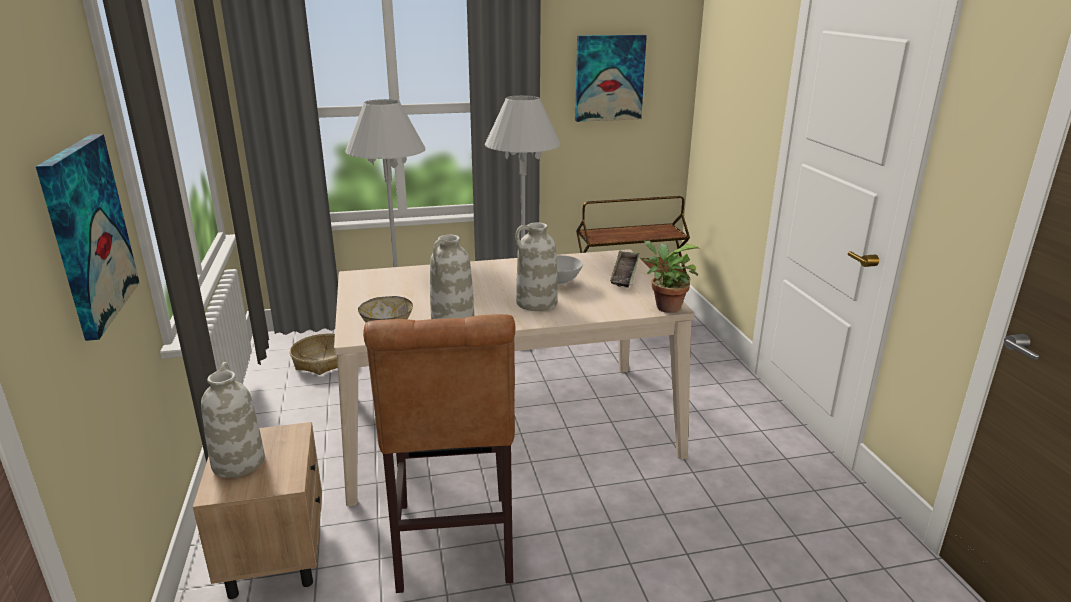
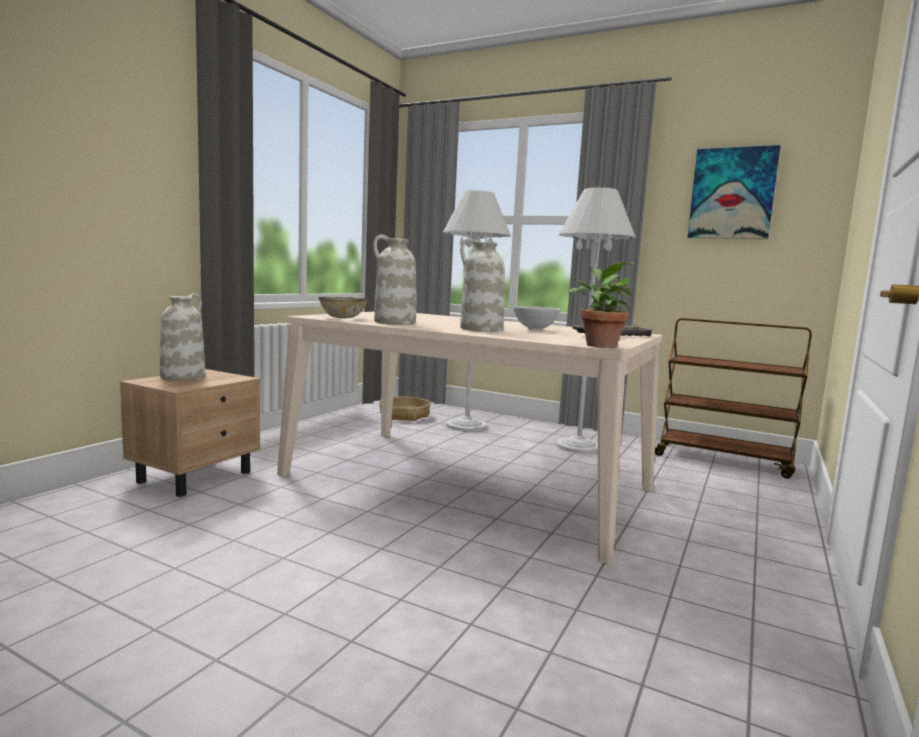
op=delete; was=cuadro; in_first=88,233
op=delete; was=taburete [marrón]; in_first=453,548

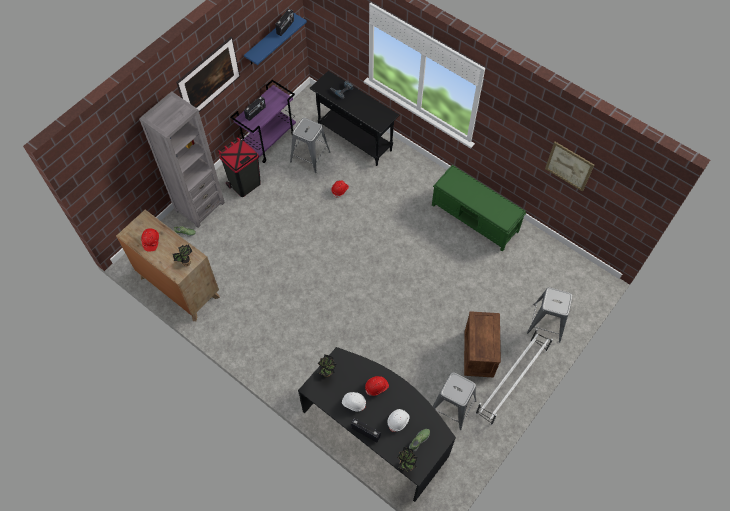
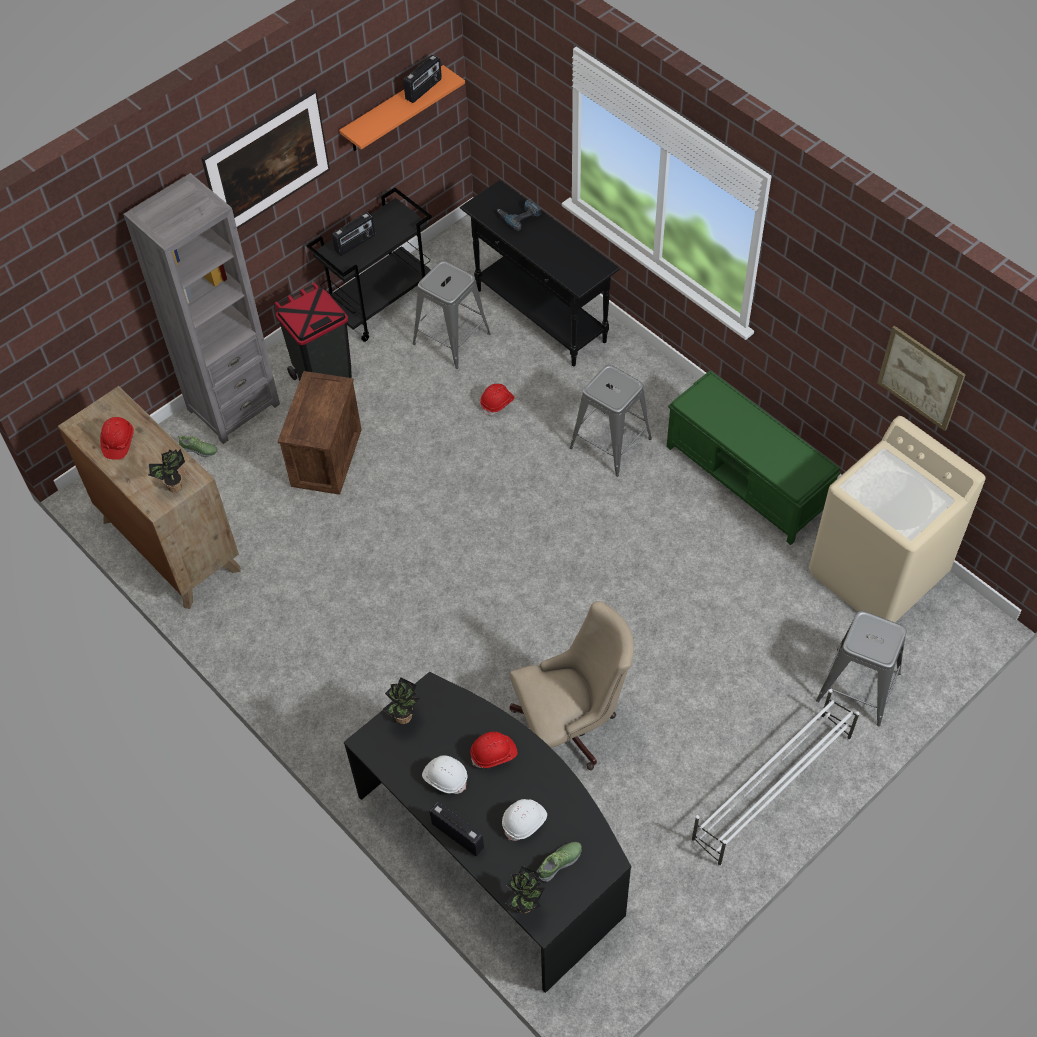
op=recolor; was=carrito [morado]; now=carrito [negro]; in_first=269,140; in_second=380,303
op=recolor; was=estante [azul]; now=estante [naranja]; in_first=270,40; in_second=393,110
op=move; was=taburete [gris]; in_first=453,406; in_second=611,443
op=move; was=caja de embalaje; in_first=478,353; in_second=325,457
op=insert; now=silla de oficina [beis]; in_second=570,727
op=insert; now=lavadora [beis]; in_second=878,574

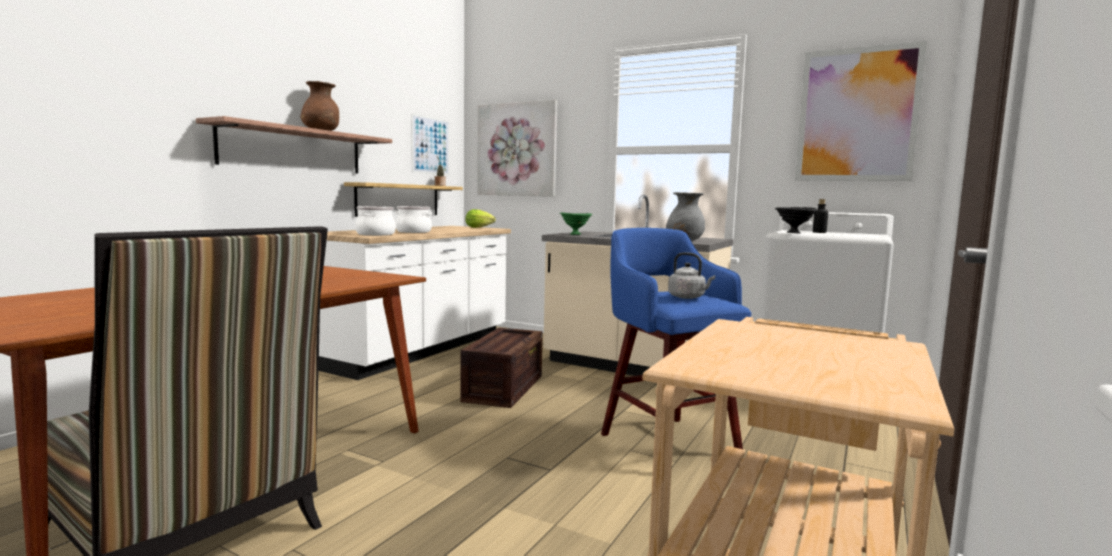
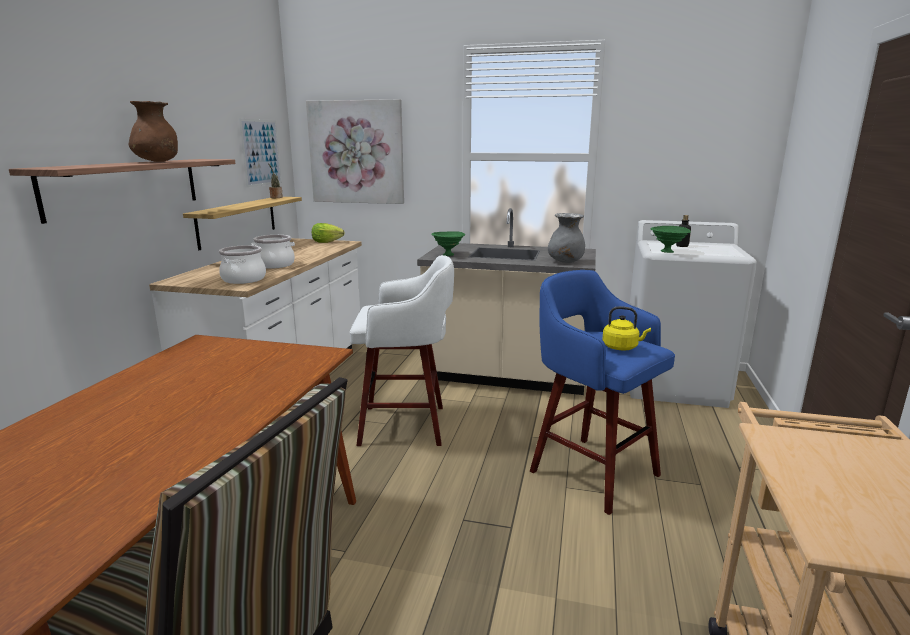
op=replace; was=caja de embalaje; now=taburete [blanco]; in_first=504,389; in_second=406,425
op=recolor; was=hervidor [gris]; now=hervidor [amarillo]; in_first=688,297; in_second=622,347
op=recolor; was=cuenco [negro]; now=cuenco [verde]; in_first=794,233; in_second=668,252
op=delete; was=cuadro; in_first=857,115

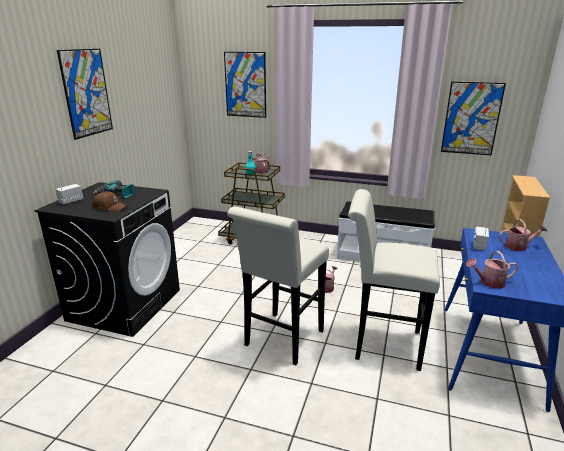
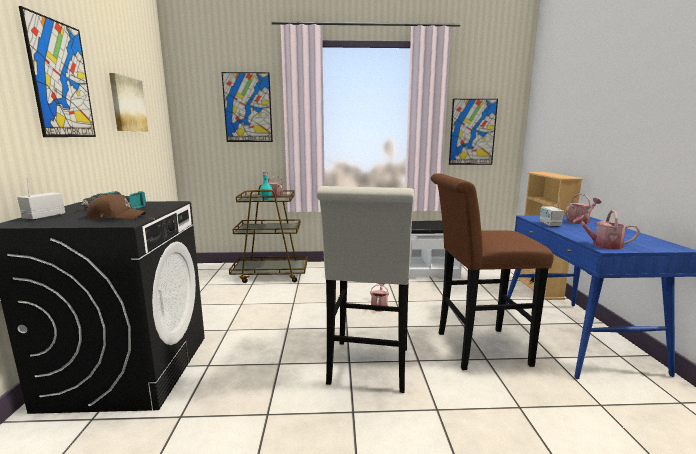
op=recolor; was=taburete [blanco]; now=taburete [marrón]; in_first=381,344; in_second=475,348
op=rotate; was=regadera; in_first=489,282; in_second=602,245; clockwise=45
op=insert; now=cuadro; in_second=127,104

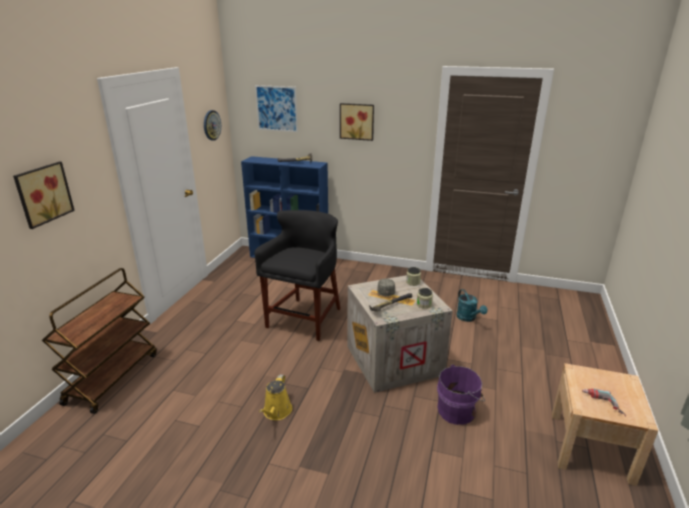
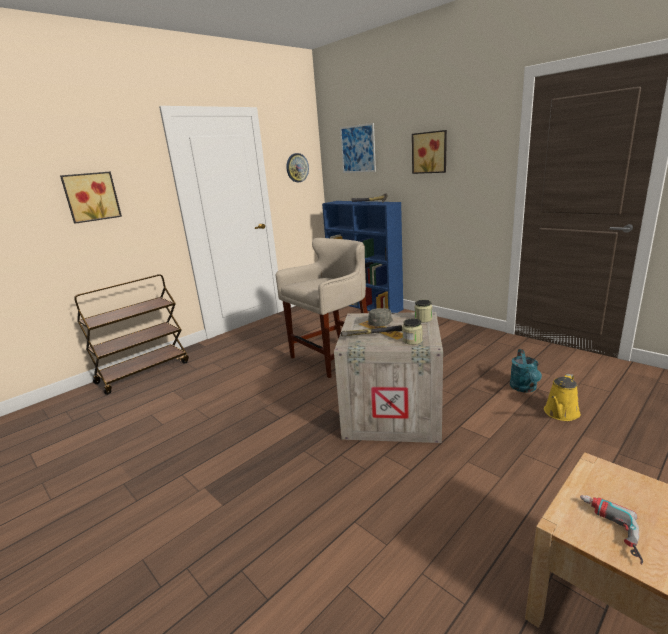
op=recolor; was=taburete [negro]; now=taburete [beis]; in_first=305,319; in_second=333,357
op=move; was=regadera [amarillo]; in_first=276,412; in_second=560,413
op=delete; was=cubo [morado]; in_first=458,410

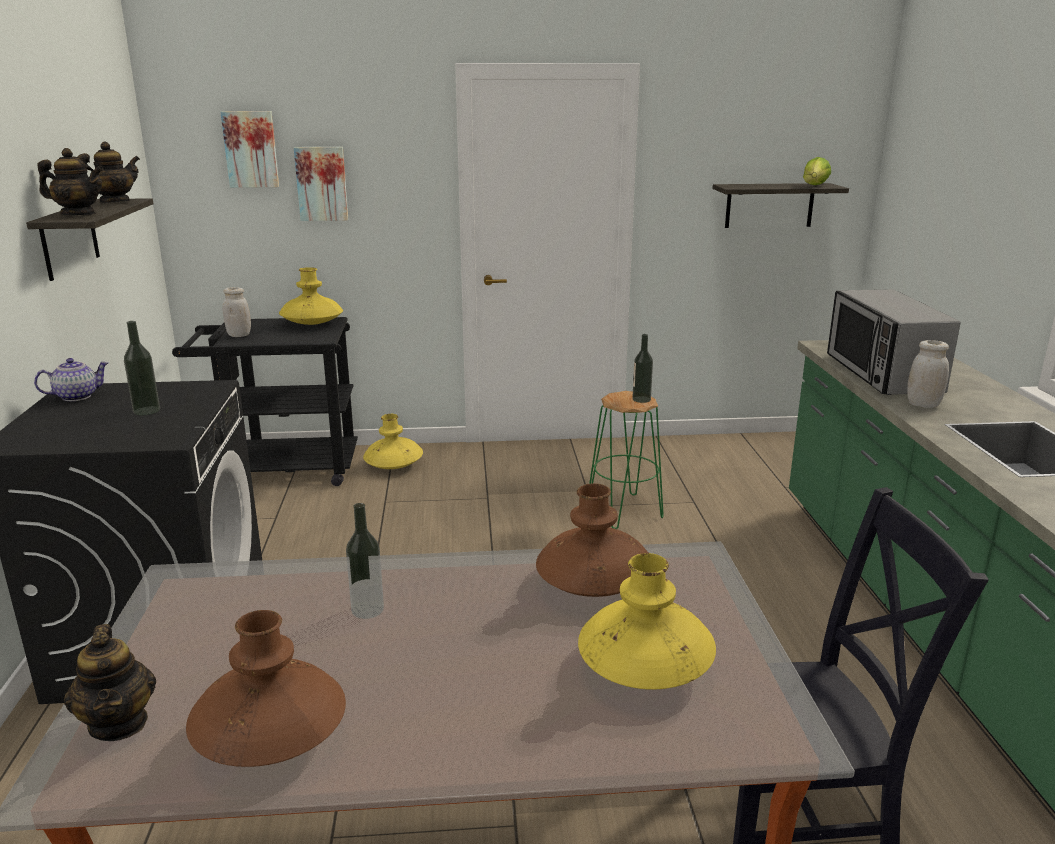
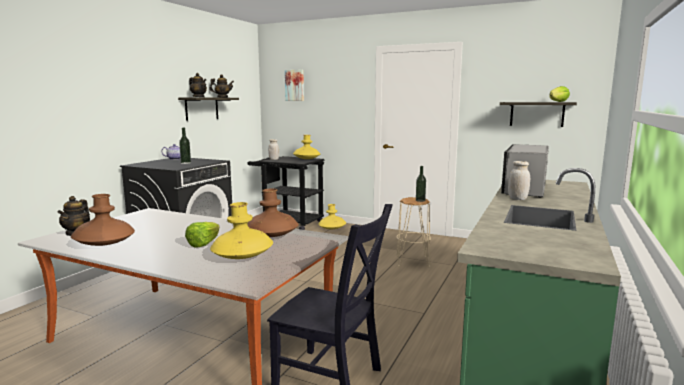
op=delete; was=cuadro; in_first=322,183
op=delete; was=botella; in_first=367,609
op=recolor; was=taburete [verde]; now=taburete [beis]; in_first=624,511; in_second=412,261
op=insert; now=lechuga; in_second=204,244

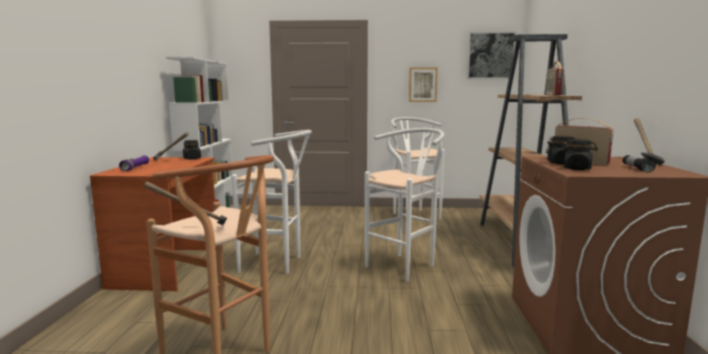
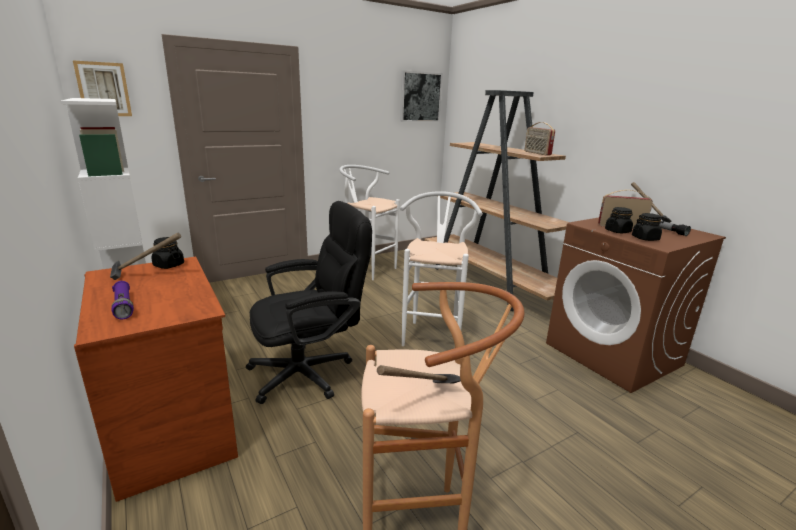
op=replace; was=taburete [blanco]; now=silla de oficina [negro]; in_first=277,264; in_second=311,371
op=move; was=cuadro; in_first=422,84; in_second=103,89

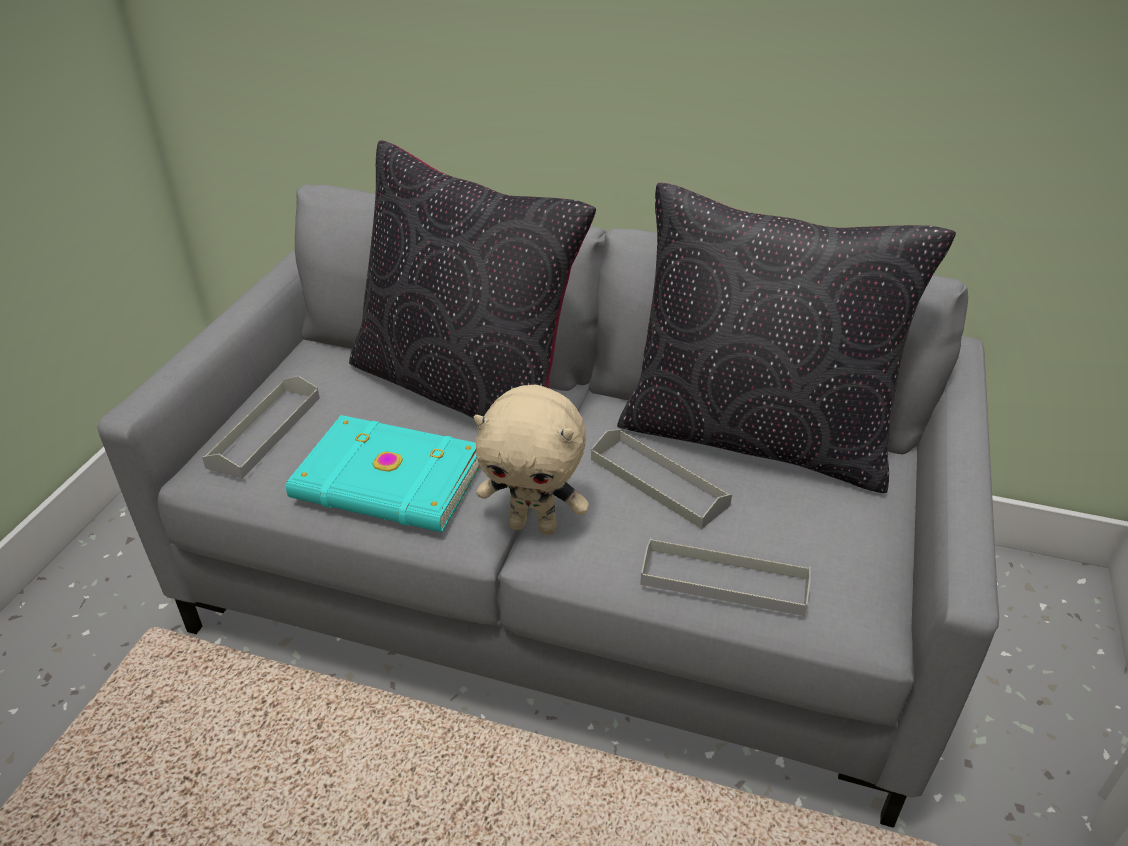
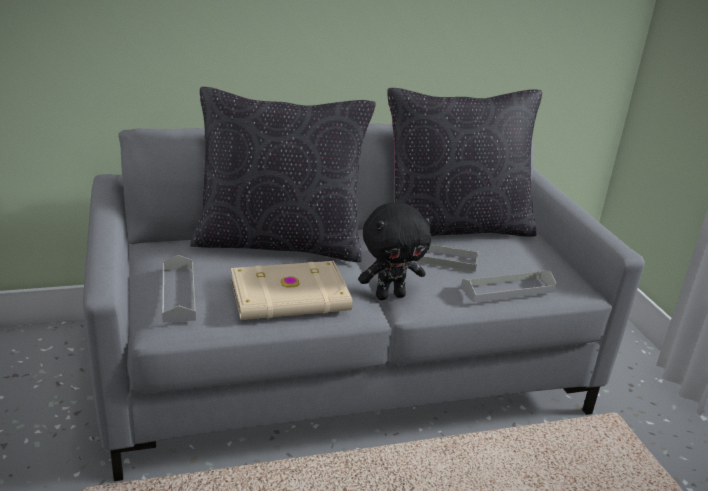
op=recolor; was=libro [turquesa]; now=libro [beis]; in_first=388,482; in_second=291,297
op=recolor; was=peluche [beis]; now=peluche [negro]; in_first=534,525; in_second=390,295

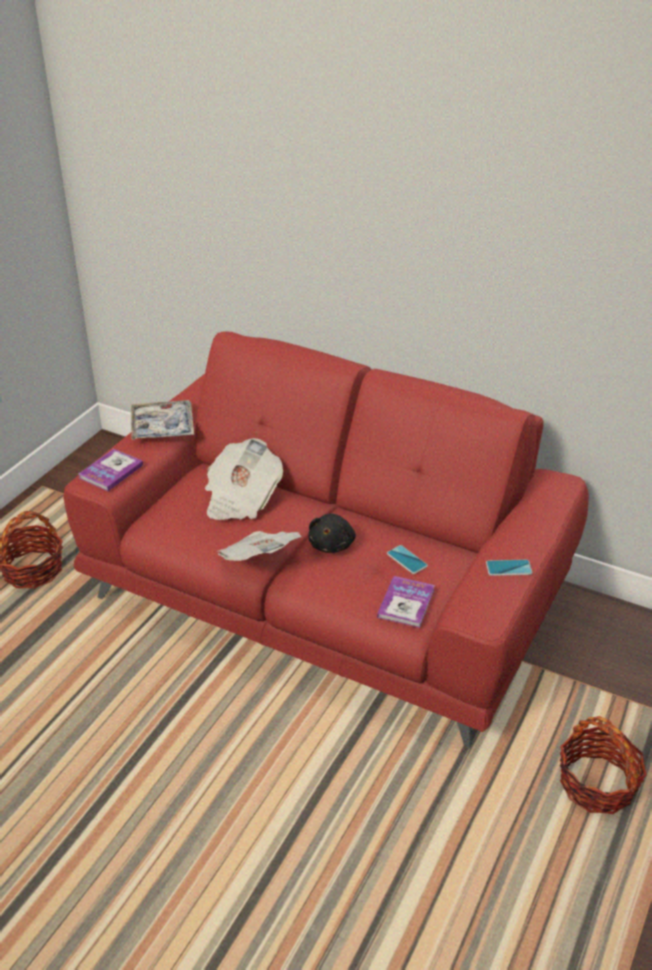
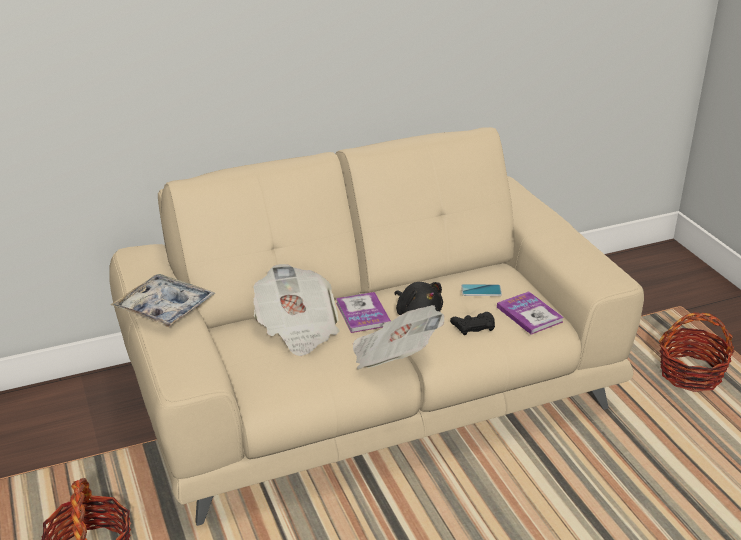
op=recolor; was=sofá [rojo]; now=sofá [beis]; in_first=327,595; in_second=371,389
op=move; was=libro; in_first=111,471; in_second=363,314
op=delete; was=móvil; in_first=508,568
op=insert; now=mando de consola [negro]; in_second=473,326

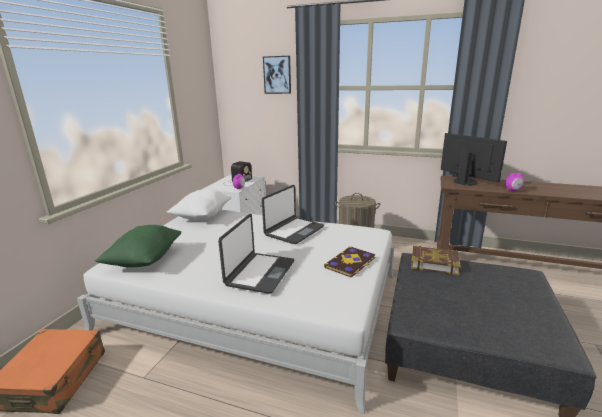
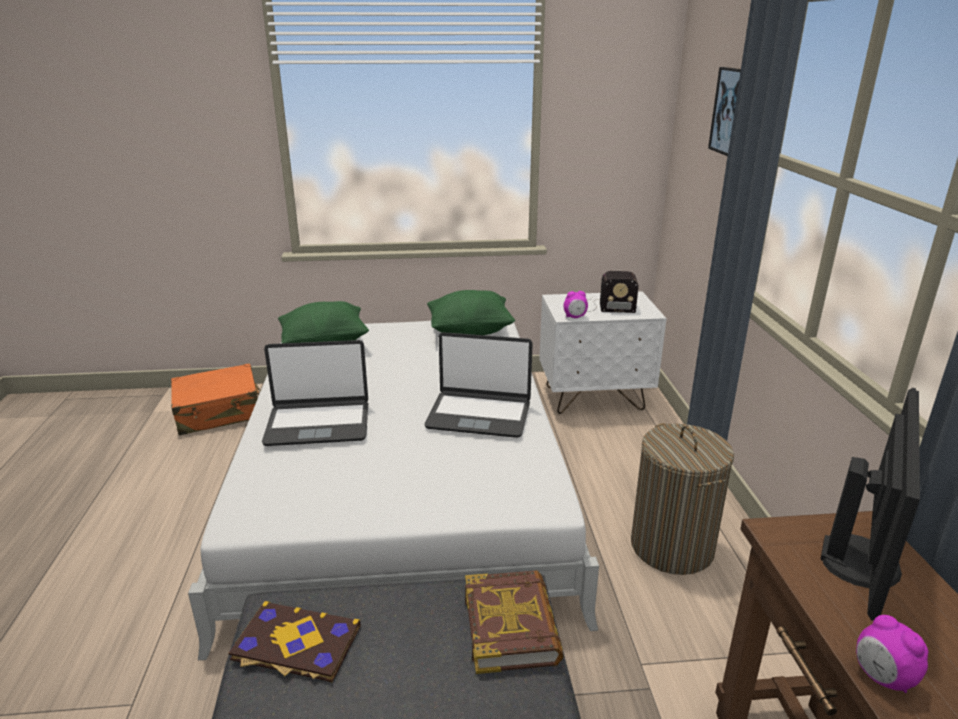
op=recolor; was=cojín [blanco]; now=cojín [verde]; in_first=202,216; in_second=470,331
op=move; was=libro; in_first=351,263; in_second=296,644

